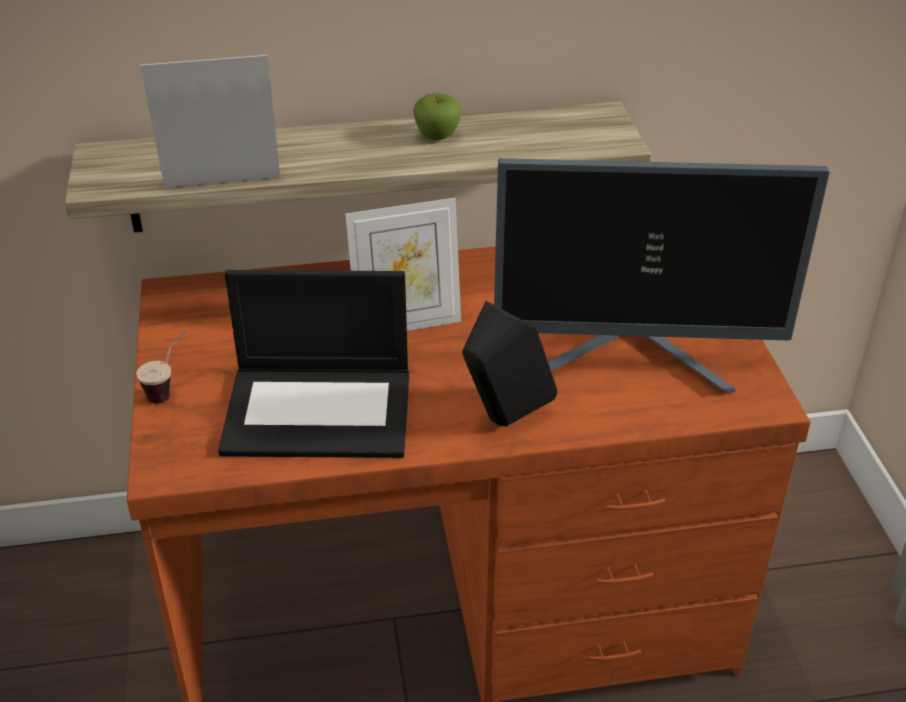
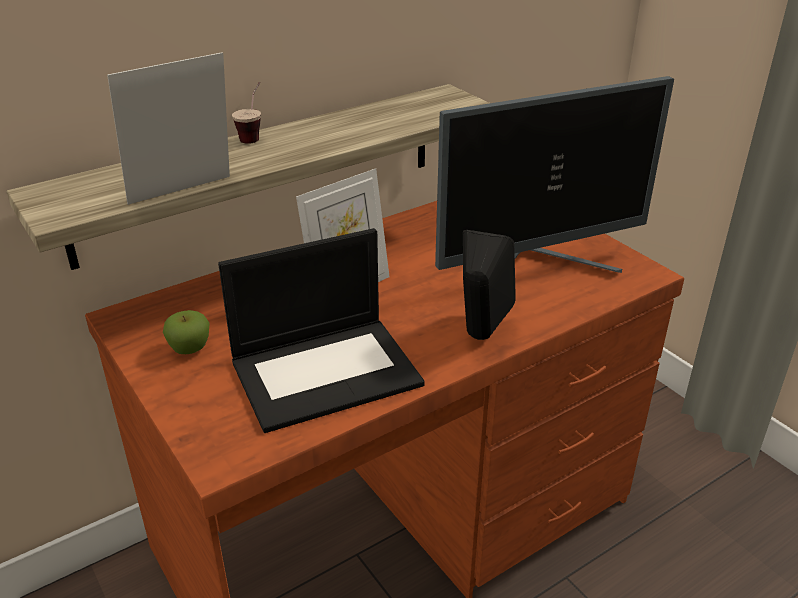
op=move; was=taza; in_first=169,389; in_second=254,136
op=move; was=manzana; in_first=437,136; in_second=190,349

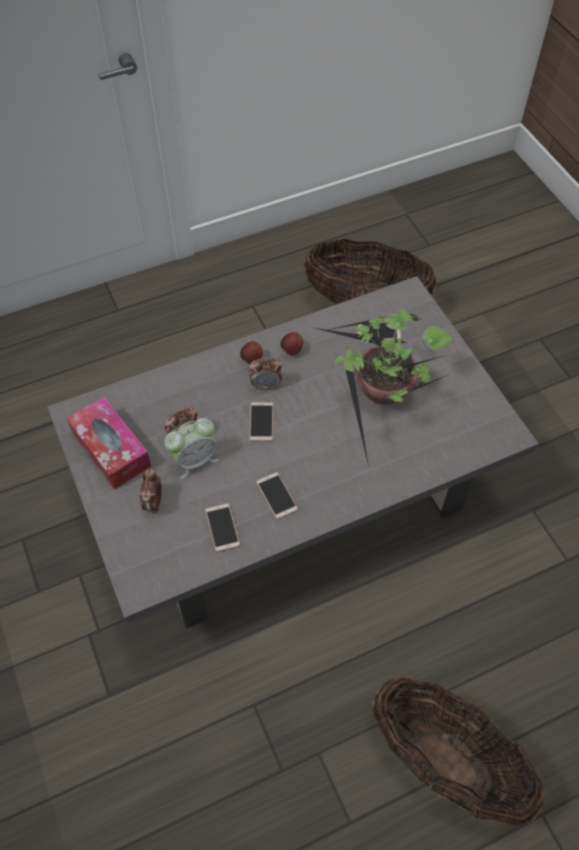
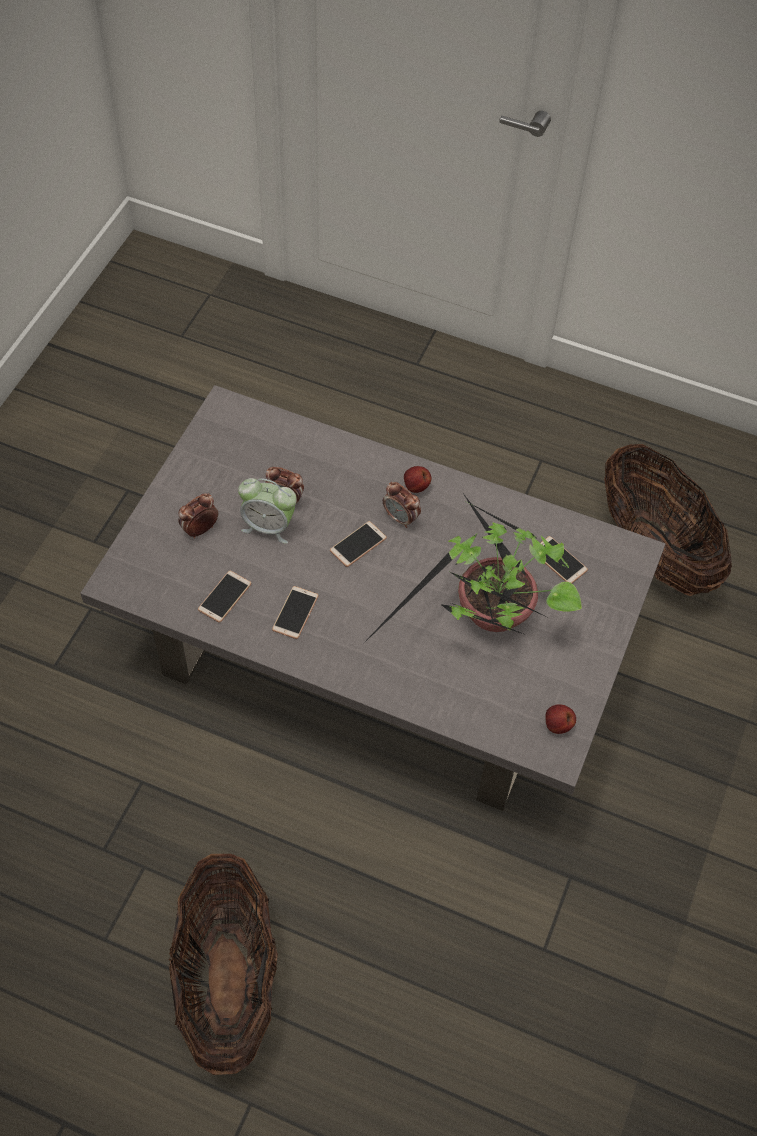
op=delete; was=caja de pañuelos; in_first=111,449
op=move; was=manzana; in_first=291,350; in_second=557,725

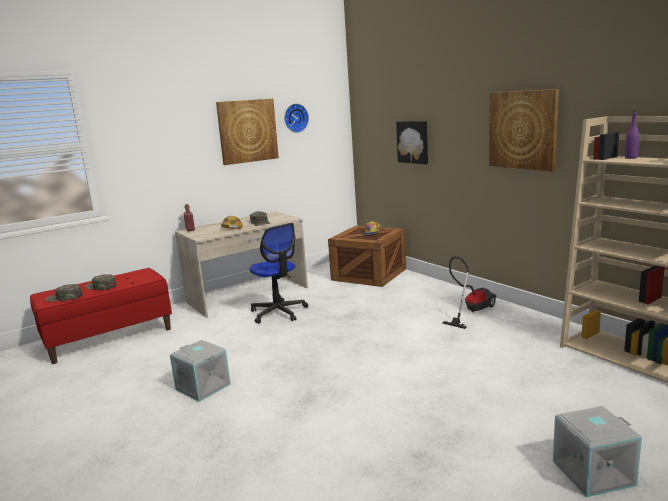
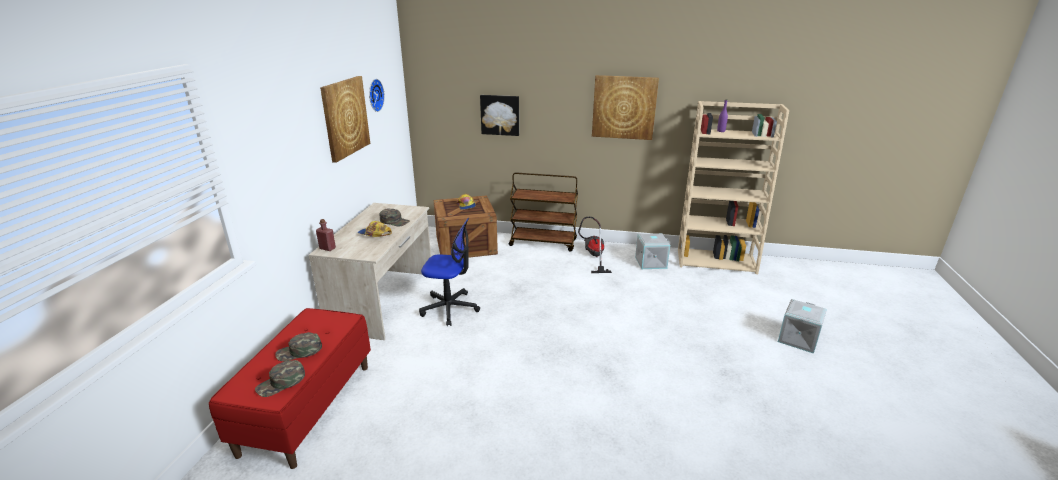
op=move; was=caja de almacenaje [gris]; in_first=204,386; in_second=651,262
op=insert; now=carrito [marrón]; in_second=543,242

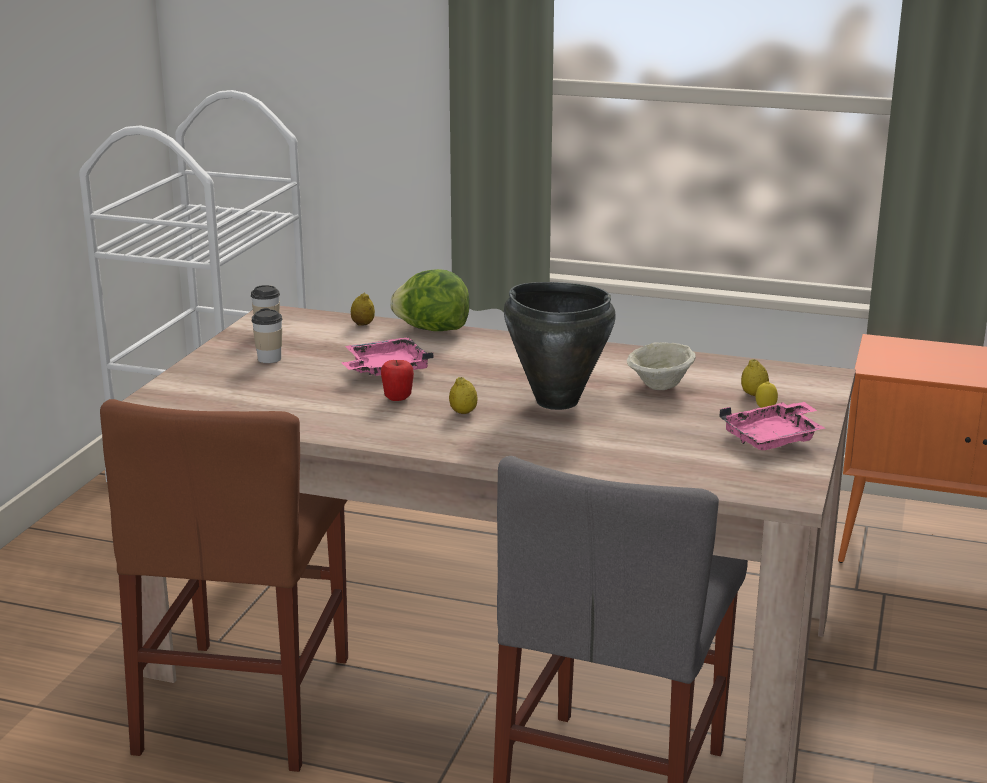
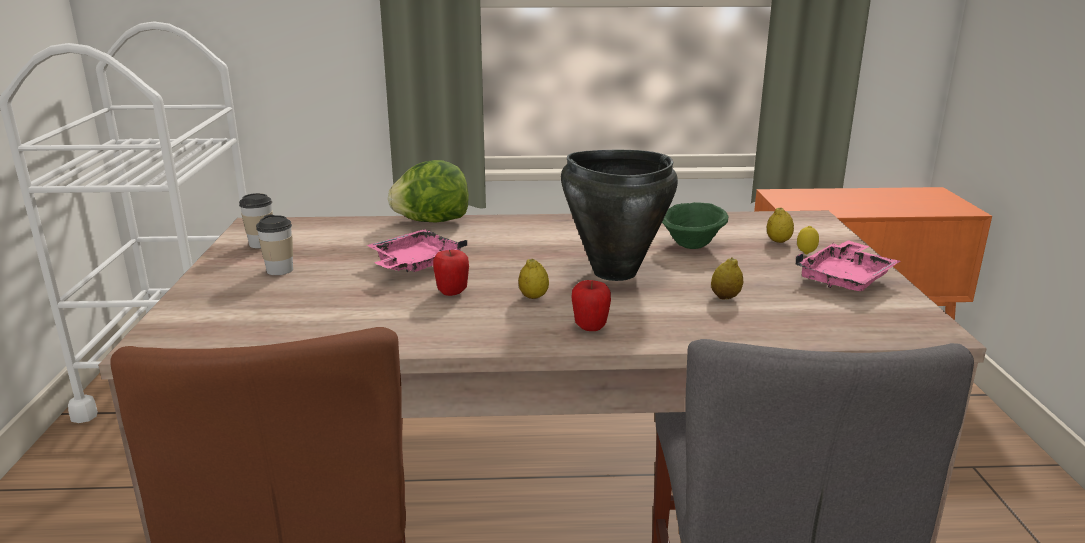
op=move; was=limón; in_first=363,324; in_second=725,297
op=recolor; was=cuenco [beis]; now=cuenco [verde]; in_first=660,386; in_second=692,245
op=insert; now=manzana; in_second=590,327

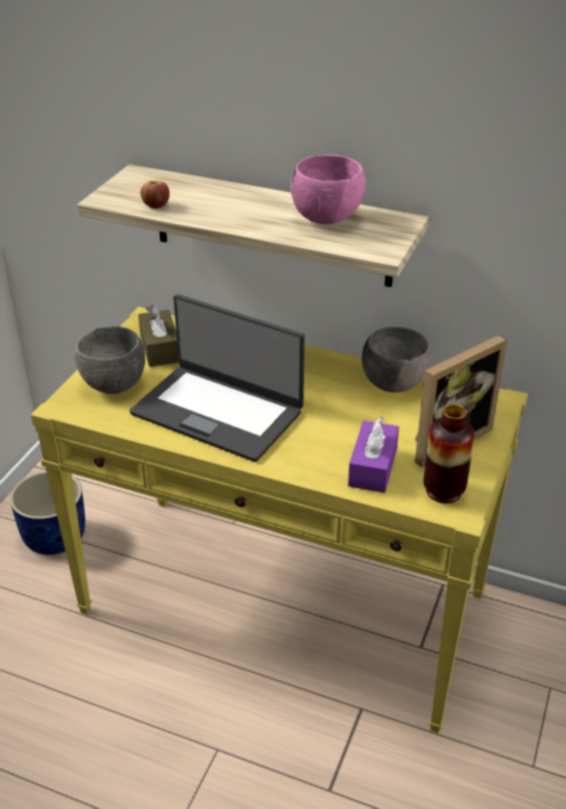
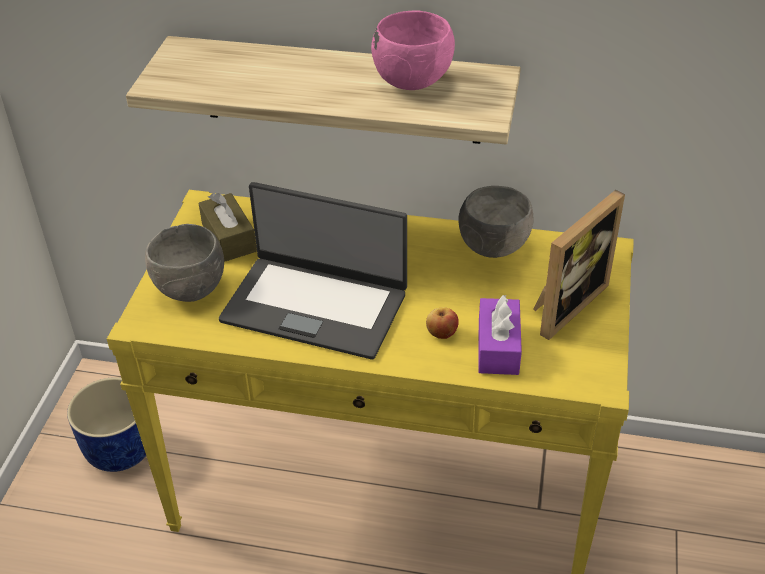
op=move; was=manzana; in_first=156,205; in_second=441,333
op=delete; was=florero; in_first=443,491

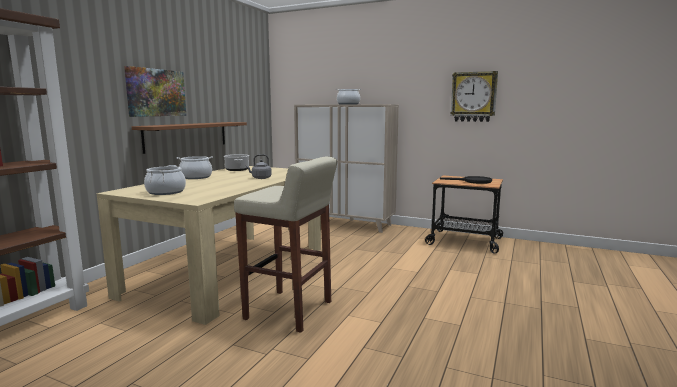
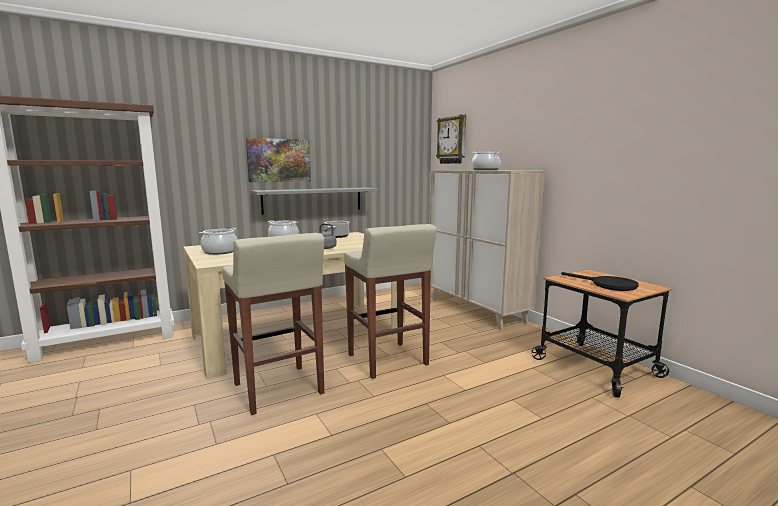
op=recolor; was=estante [marrón]; now=estante [gris]; in_first=187,136; in_second=313,200
op=move; was=reloj de pared; in_first=473,97; in_second=452,140
op=insert; now=taburete [beis]; in_second=388,360

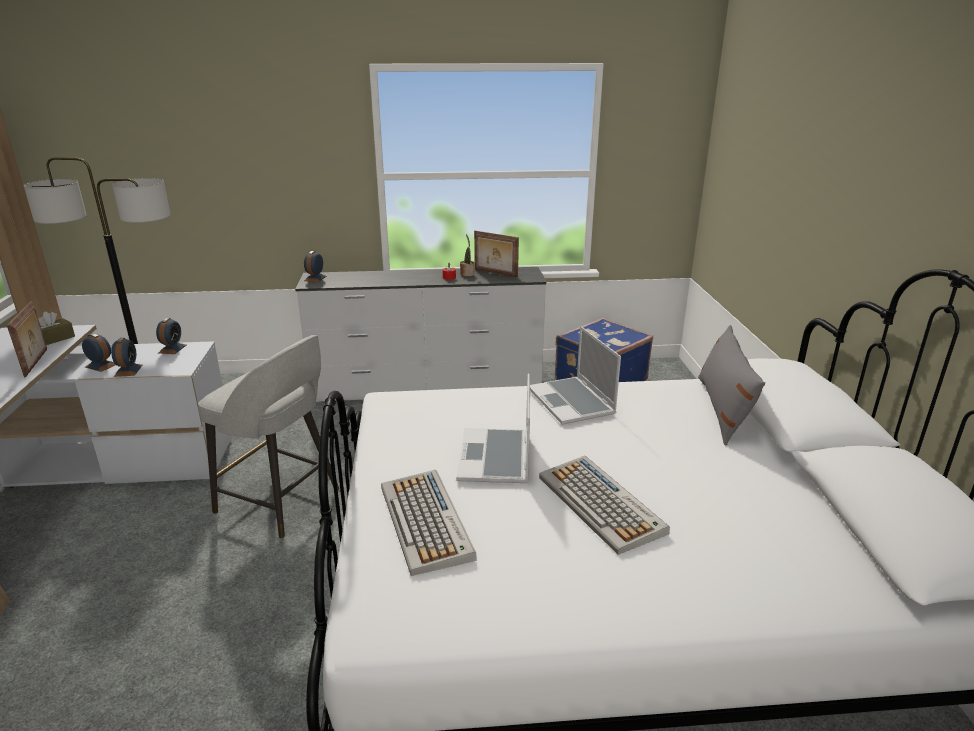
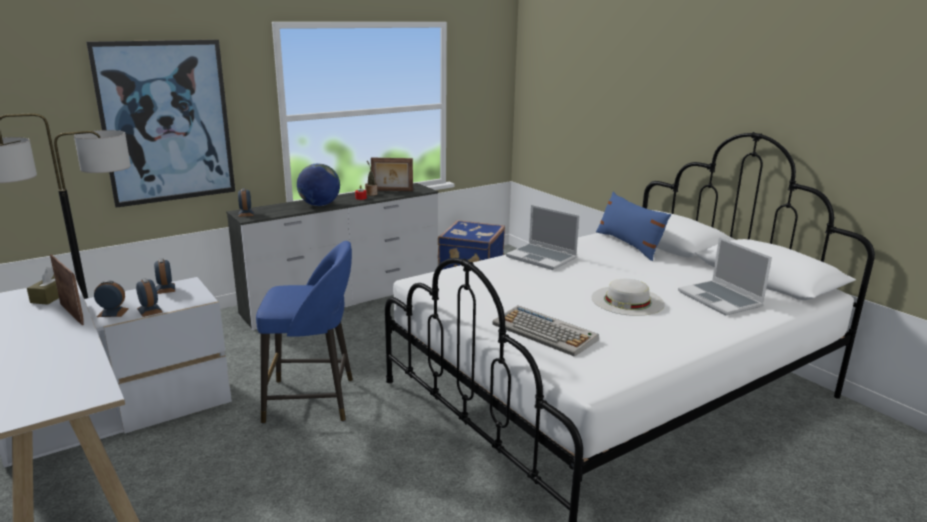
op=recolor; was=taburete [gris]; now=taburete [azul]; in_first=280,502; in_second=313,400
op=move; was=portátil; in_first=496,458; in_second=721,299
op=replace; was=teclado; now=sombrero [blanco]; in_first=602,505; in_second=627,300
op=recolor; was=cojín [gris]; now=cojín [azul]; in_first=723,409; in_second=629,245
op=insert; now=cuadro; in_second=166,122
op=insert; now=globo terráqueo; in_second=319,205

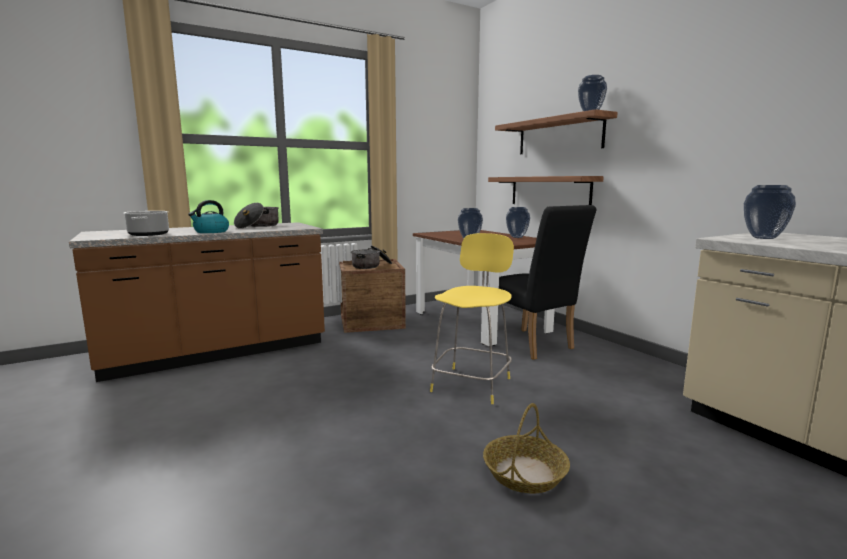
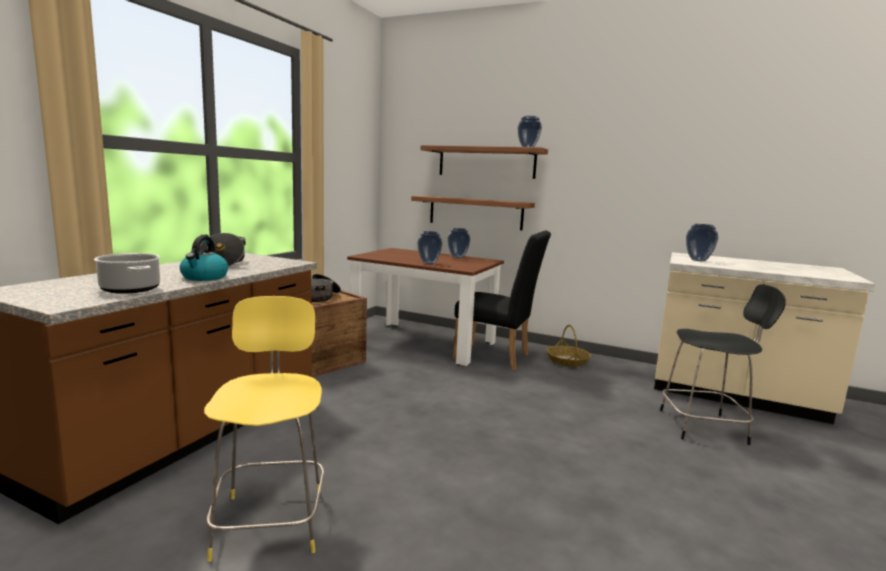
op=move; was=taburete [amarillo]; in_first=472,383; in_second=271,520
op=move; was=cesta; in_first=525,473; in_second=567,361
op=insert; now=taburete [negro]; in_second=705,427

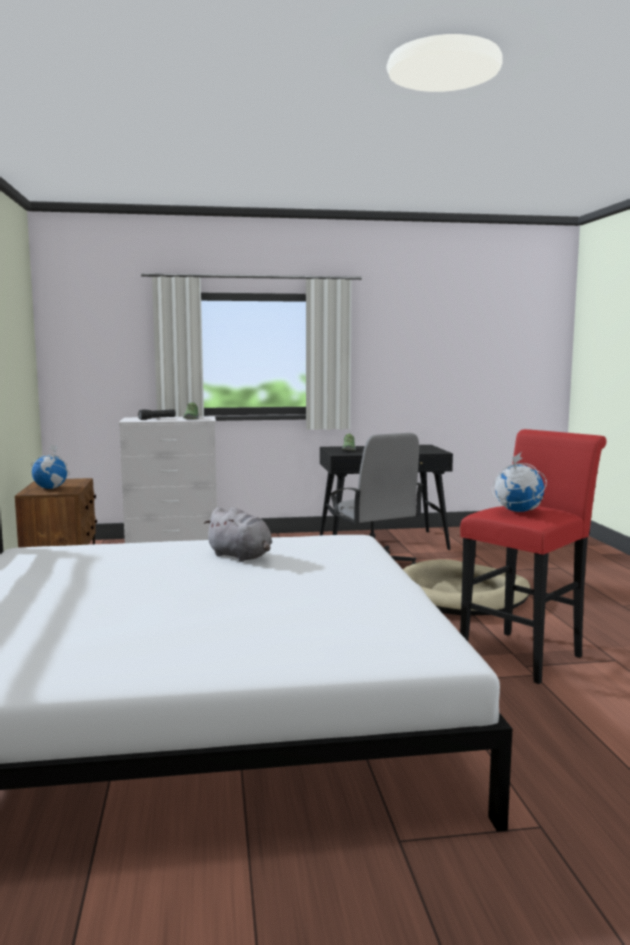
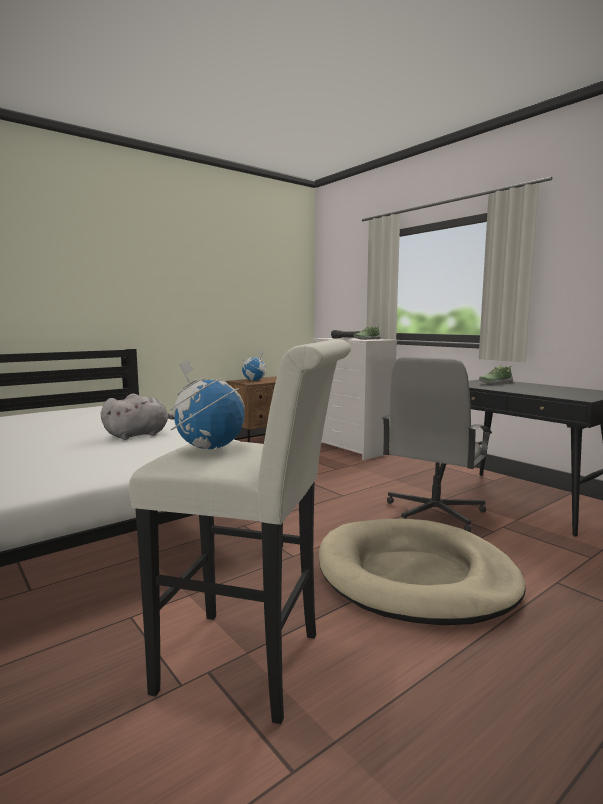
op=rotate; was=peluche [gris]; in_first=241,557; in_second=139,435; clockwise=-135
op=recolor; was=taburete [rojo]; now=taburete [blanco]; in_first=526,654; in_second=252,664

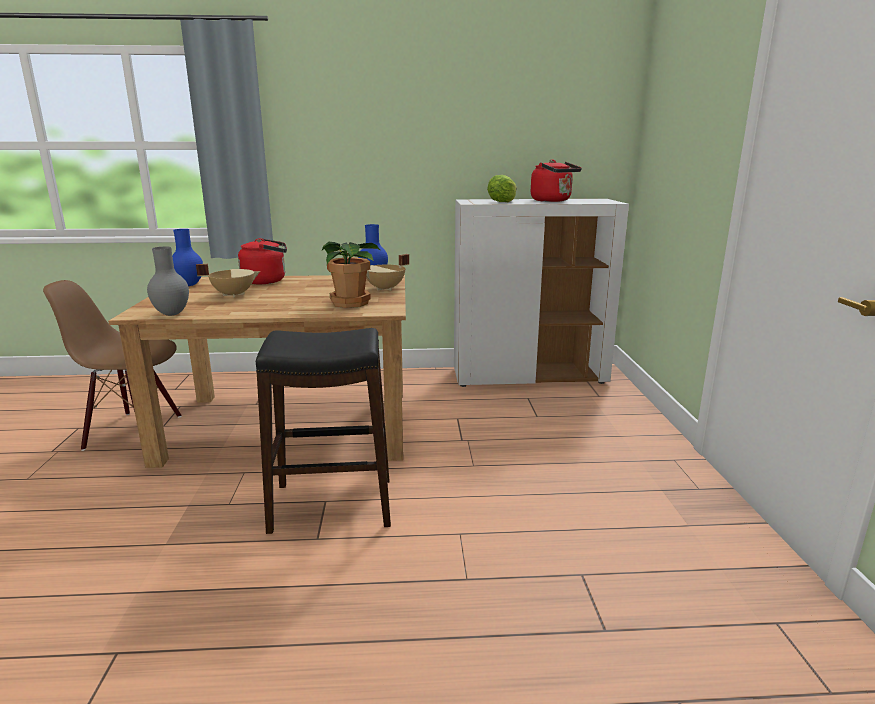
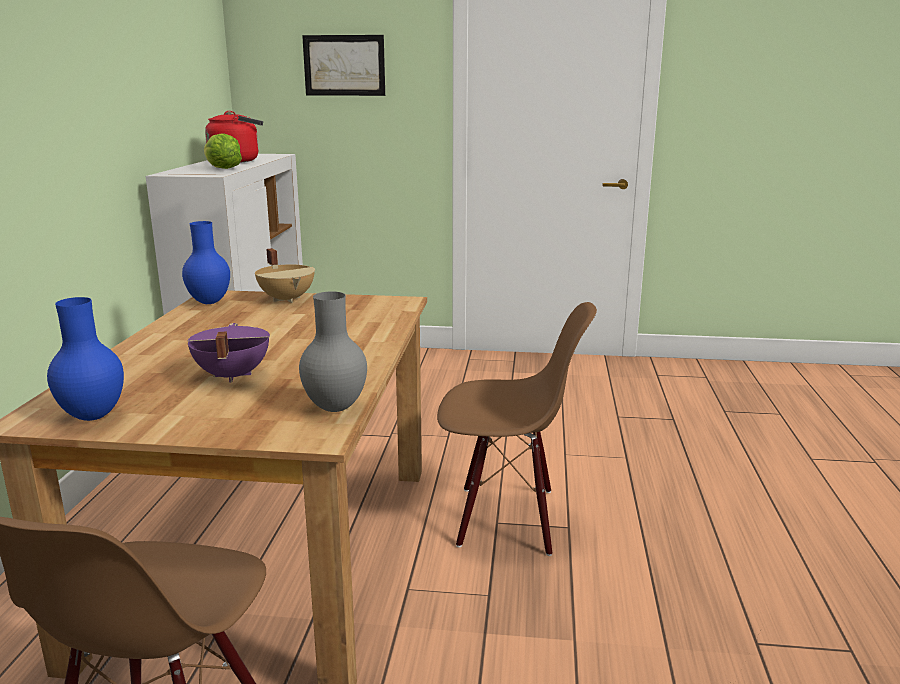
op=recolor; was=olla [beis]; now=olla [morado]; in_first=233,295; in_second=231,376
op=delete; was=hervidor [rojo]; in_first=267,281
op=replace; was=taburete [negro]; now=silla [marrón]; in_first=331,505; in_second=507,518
op=delete; was=planta en maceta; in_first=350,302
op=insert; now=cuadro; in_second=344,65

